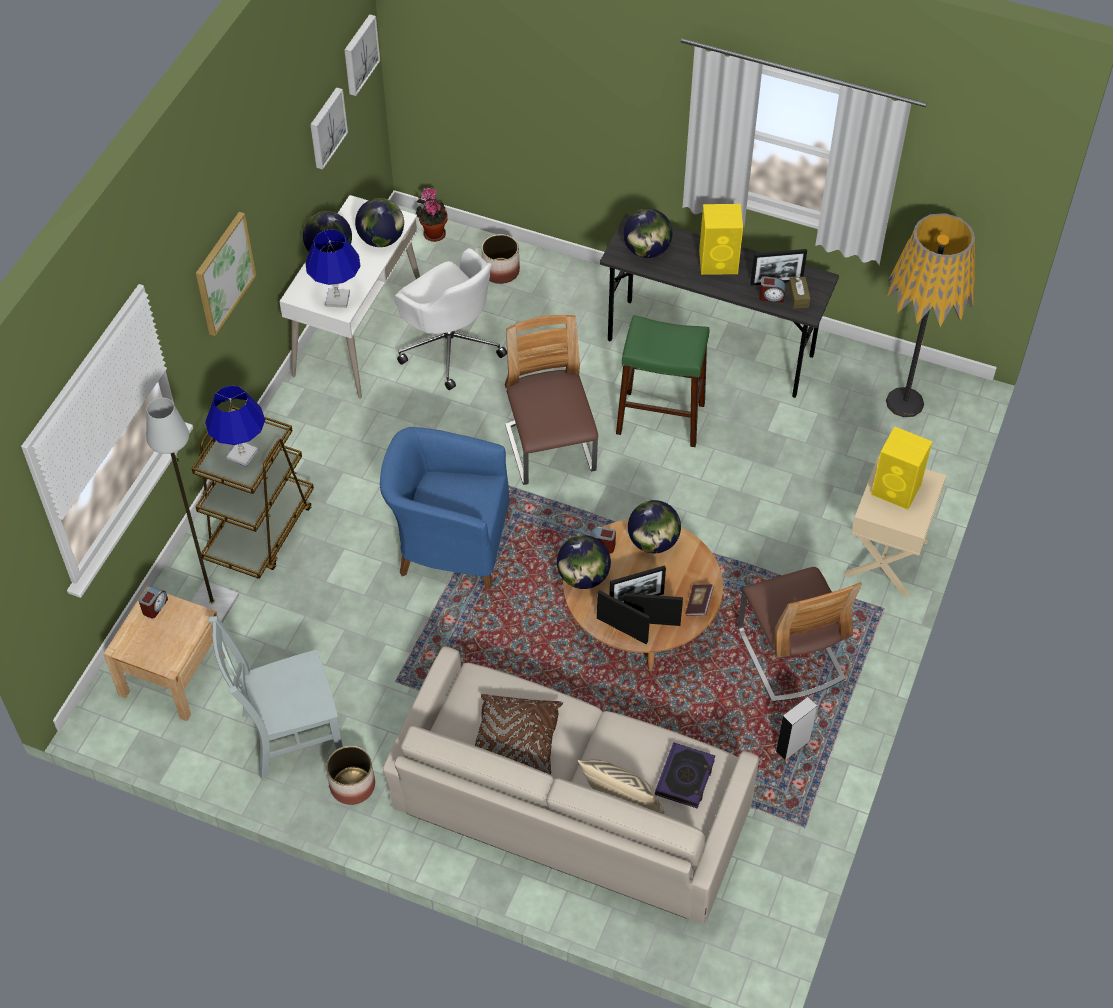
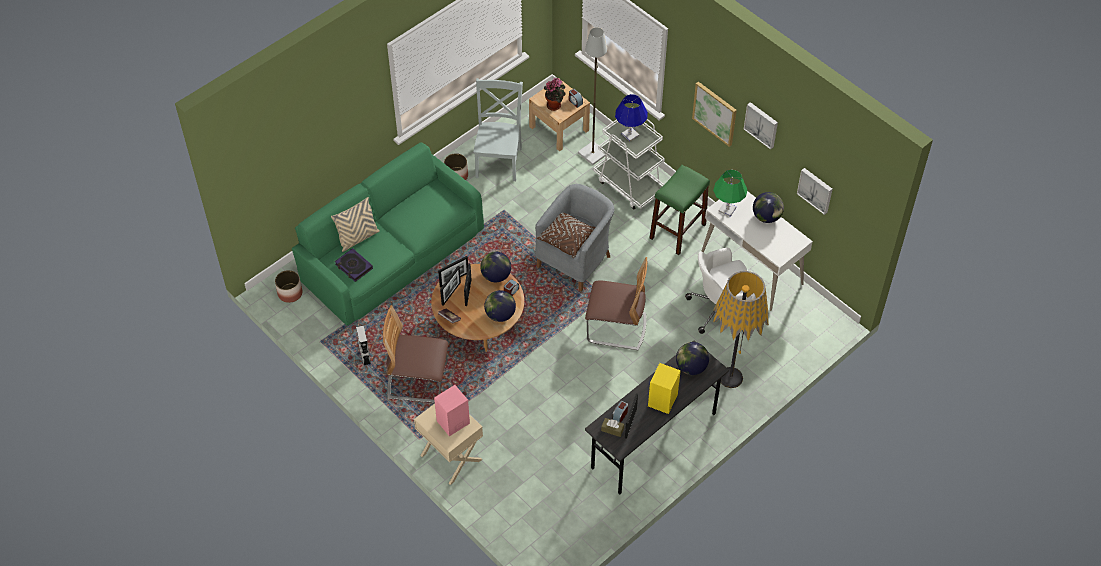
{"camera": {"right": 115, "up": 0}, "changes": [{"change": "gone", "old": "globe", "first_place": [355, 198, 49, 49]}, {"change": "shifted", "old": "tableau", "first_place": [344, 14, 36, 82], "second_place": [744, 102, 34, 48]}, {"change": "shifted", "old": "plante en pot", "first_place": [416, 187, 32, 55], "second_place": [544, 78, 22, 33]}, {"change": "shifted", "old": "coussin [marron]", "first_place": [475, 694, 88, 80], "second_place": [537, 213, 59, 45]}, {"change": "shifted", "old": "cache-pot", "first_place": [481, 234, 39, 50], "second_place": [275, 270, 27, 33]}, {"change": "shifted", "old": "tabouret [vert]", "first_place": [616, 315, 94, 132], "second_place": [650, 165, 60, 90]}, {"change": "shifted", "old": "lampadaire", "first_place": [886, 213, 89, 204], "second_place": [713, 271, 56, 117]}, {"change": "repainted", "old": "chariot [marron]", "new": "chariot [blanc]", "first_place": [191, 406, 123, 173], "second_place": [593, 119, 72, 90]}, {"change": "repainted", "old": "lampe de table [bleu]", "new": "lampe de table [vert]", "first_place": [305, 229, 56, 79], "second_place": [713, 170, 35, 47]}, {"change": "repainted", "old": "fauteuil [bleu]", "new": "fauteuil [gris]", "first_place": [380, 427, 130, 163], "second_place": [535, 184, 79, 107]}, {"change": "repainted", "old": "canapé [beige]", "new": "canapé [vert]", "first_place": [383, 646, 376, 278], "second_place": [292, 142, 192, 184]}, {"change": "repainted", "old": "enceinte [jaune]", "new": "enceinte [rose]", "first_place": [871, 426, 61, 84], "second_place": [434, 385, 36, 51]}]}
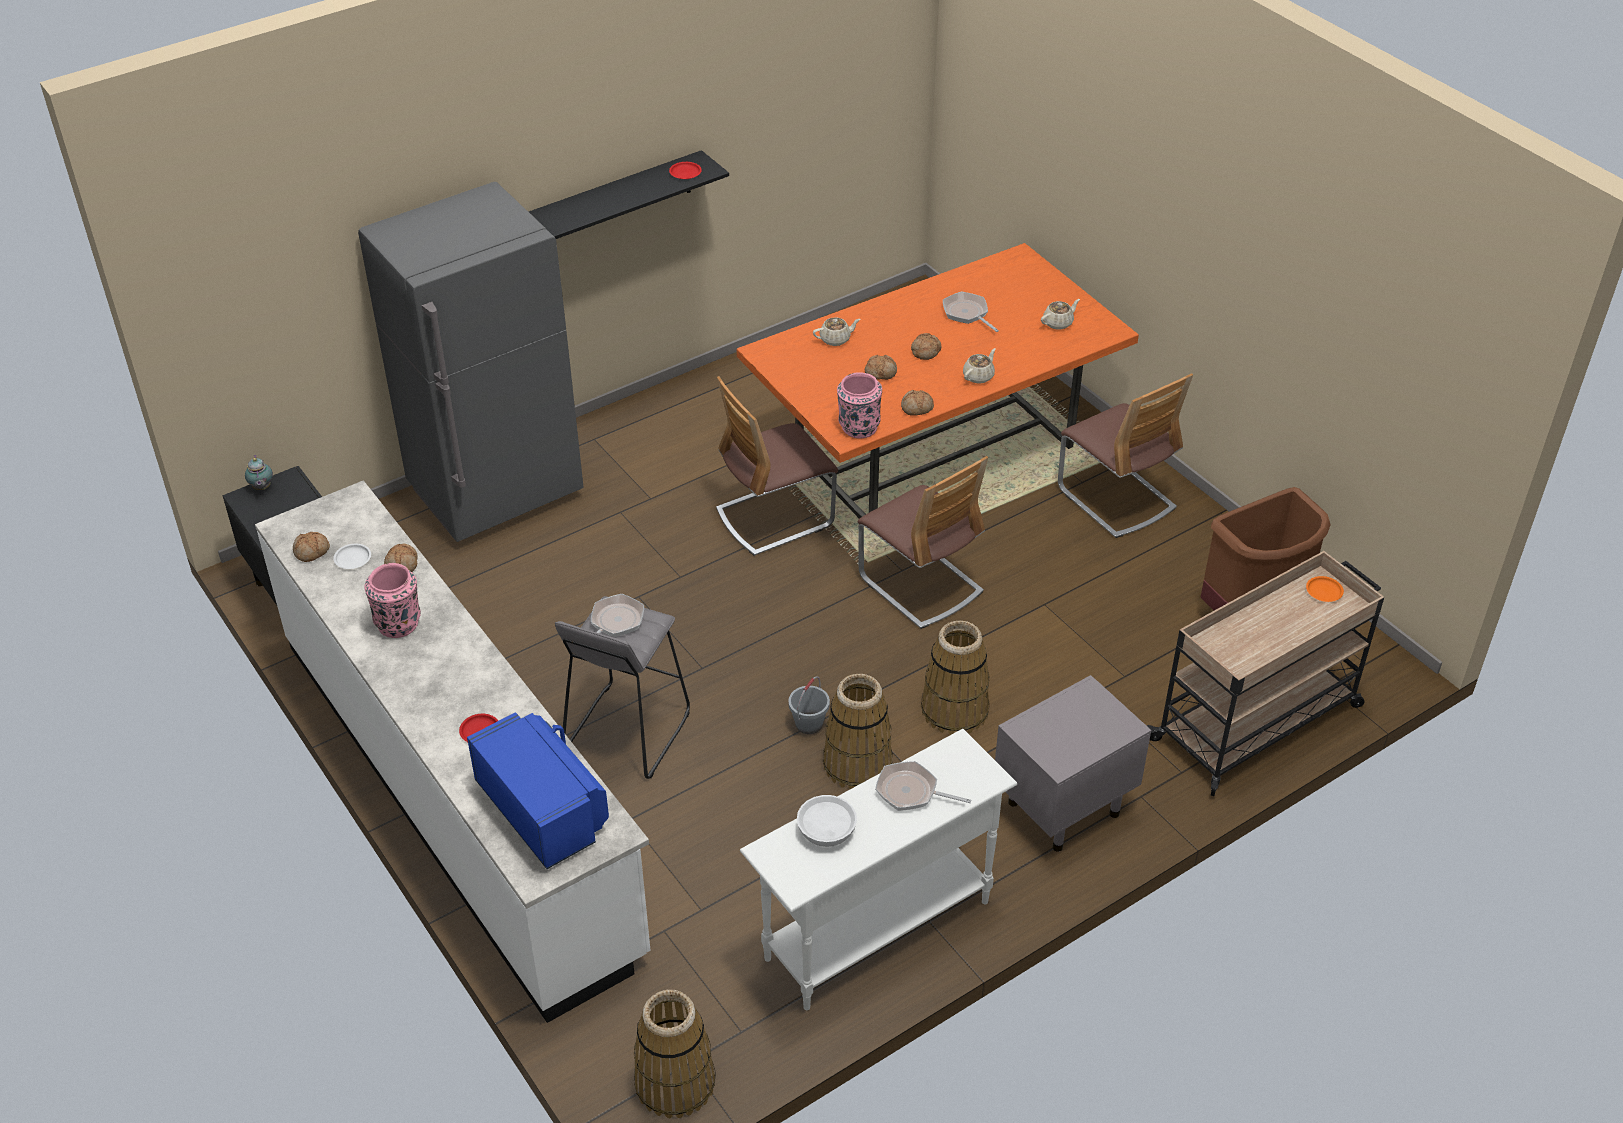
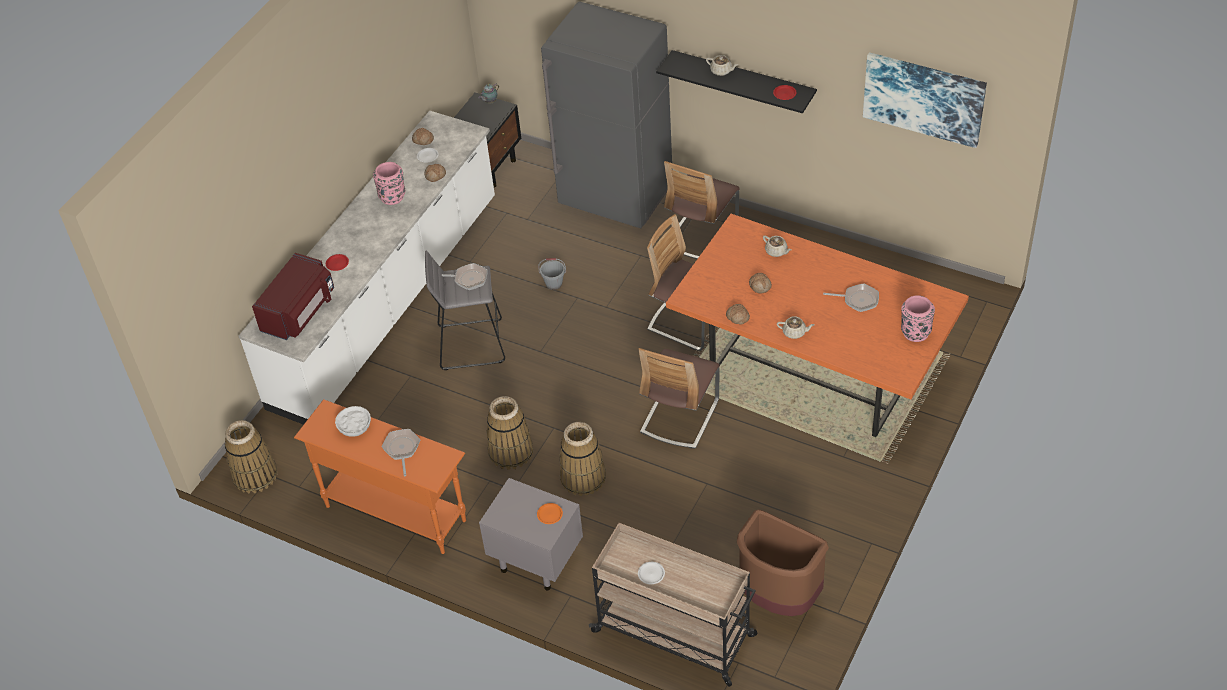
{"camera": {"right": 65, "up": 5}, "changes": [{"change": "gone", "old": "pain", "first_place": [911, 333, 30, 27]}, {"change": "new", "new": "assiette [blanc]", "second_place": [638, 562, 27, 22]}, {"change": "new", "new": "tableau", "second_place": [863, 52, 124, 96]}, {"change": "shifted", "old": "seau [gris]", "first_place": [788, 676, 42, 58], "second_place": [538, 258, 28, 32]}, {"change": "shifted", "old": "vase [rose]", "first_place": [837, 372, 45, 66], "second_place": [901, 295, 34, 47]}, {"change": "shifted", "old": "théière [beige]", "first_place": [1041, 299, 39, 31], "second_place": [706, 55, 32, 21]}, {"change": "shifted", "old": "chaise", "first_place": [1058, 373, 135, 165], "second_place": [664, 161, 76, 98]}, {"change": "shifted", "old": "assiette [orange]", "first_place": [1306, 576, 38, 26], "second_place": [537, 503, 26, 21]}, {"change": "repainted", "old": "micro-ondes [bleu]", "new": "micro-ondes [rouge]", "first_place": [467, 712, 142, 157], "second_place": [252, 253, 82, 87]}, {"change": "repainted", "old": "table console [blanc]", "new": "table console [orange]", "first_place": [740, 729, 277, 281], "second_place": [294, 399, 172, 155]}, {"change": "rotated", "old": "poêle", "first_place": [943, 291, 56, 41], "second_place": [823, 283, 56, 29], "degrees": 75}]}
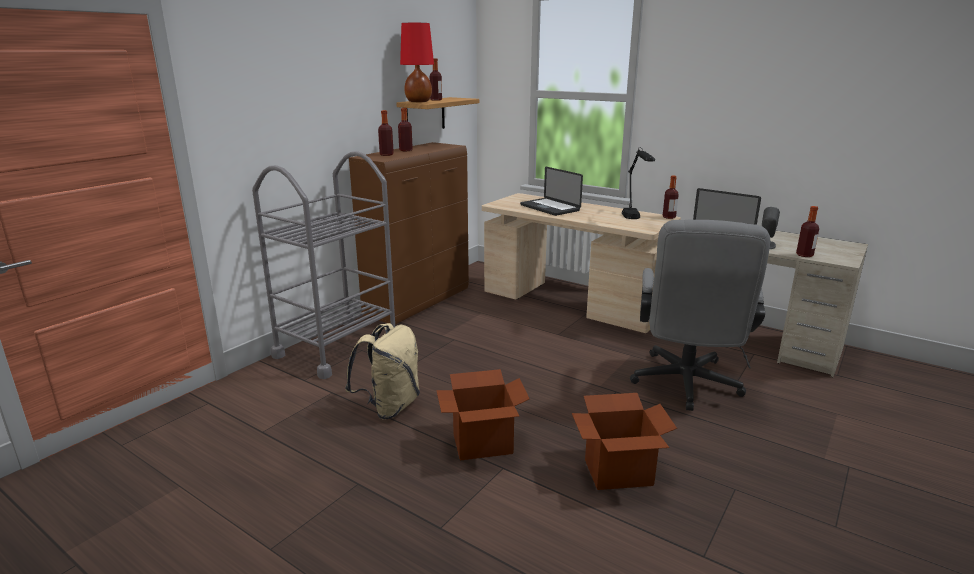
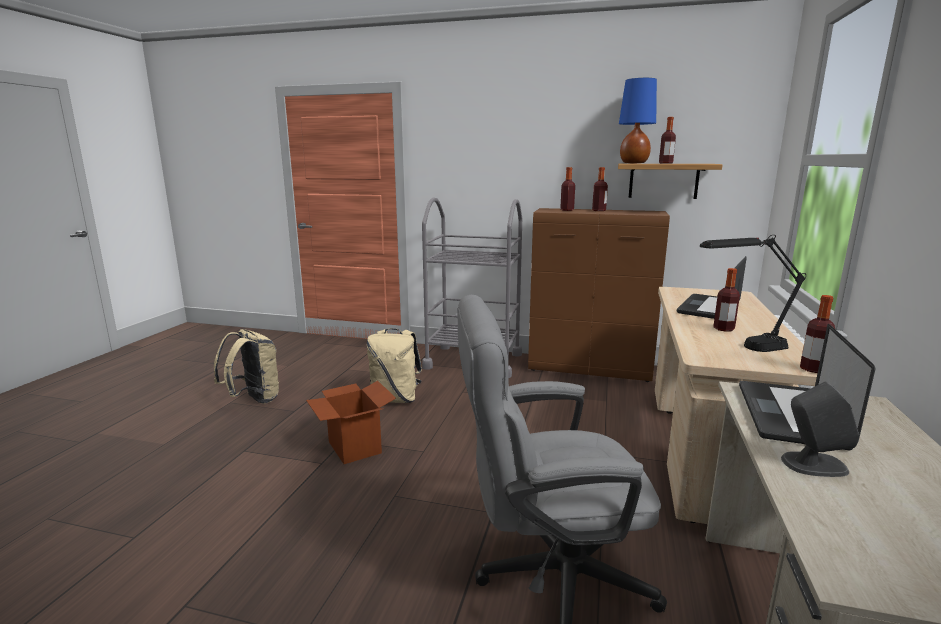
{"camera": {"right": 70, "up": -5}, "changes": [{"change": "gone", "old": "carton", "first_place": [572, 393, 105, 97]}, {"change": "new", "new": "sac à dos [beige]", "second_place": [214, 329, 65, 75]}, {"change": "shifted", "old": "bouteille", "first_place": [796, 206, 23, 51], "second_place": [713, 268, 27, 64]}, {"change": "repainted", "old": "lampe de table [rouge]", "new": "lampe de table [bleu]", "first_place": [400, 23, 34, 79], "second_place": [619, 78, 38, 86]}]}
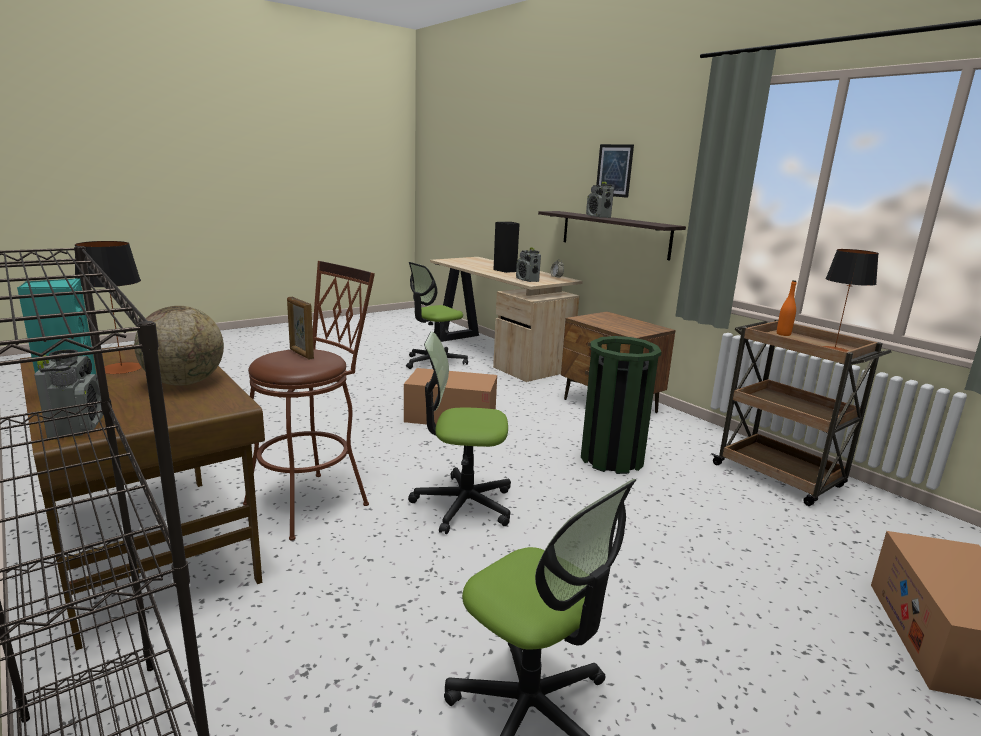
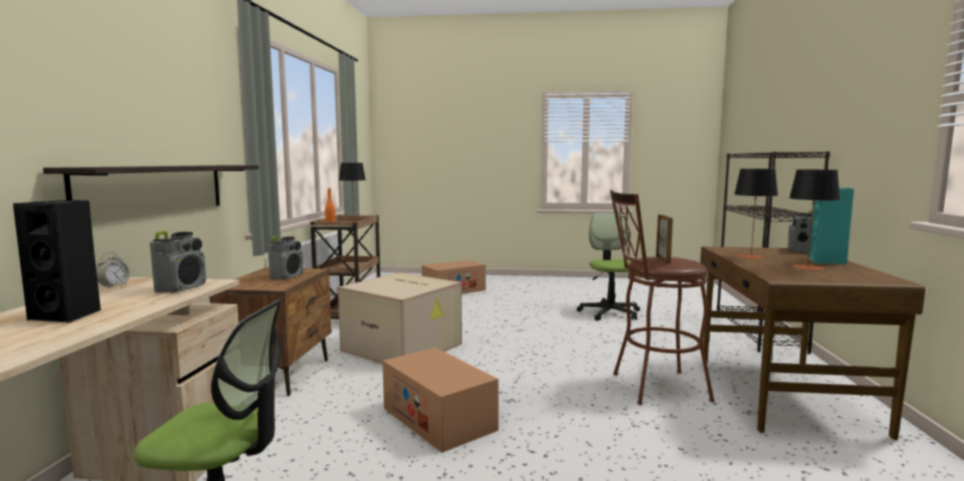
{"camera": {"right": -135, "up": -10}, "changes": [{"change": "gone", "old": "chaise de bureau", "first_place": [408, 332, 103, 202]}, {"change": "gone", "old": "tableau", "first_place": [596, 144, 38, 54]}, {"change": "shifted", "old": "radio", "first_place": [586, 182, 28, 36], "second_place": [268, 236, 35, 44]}, {"change": "swapped", "old": "globe", "new": "lampe de table", "first_place": [134, 306, 90, 80], "second_place": [734, 169, 44, 90]}, {"change": "swapped", "old": "poubelle [vert]", "new": "carton", "first_place": [581, 336, 81, 138], "second_place": [338, 272, 124, 92]}]}
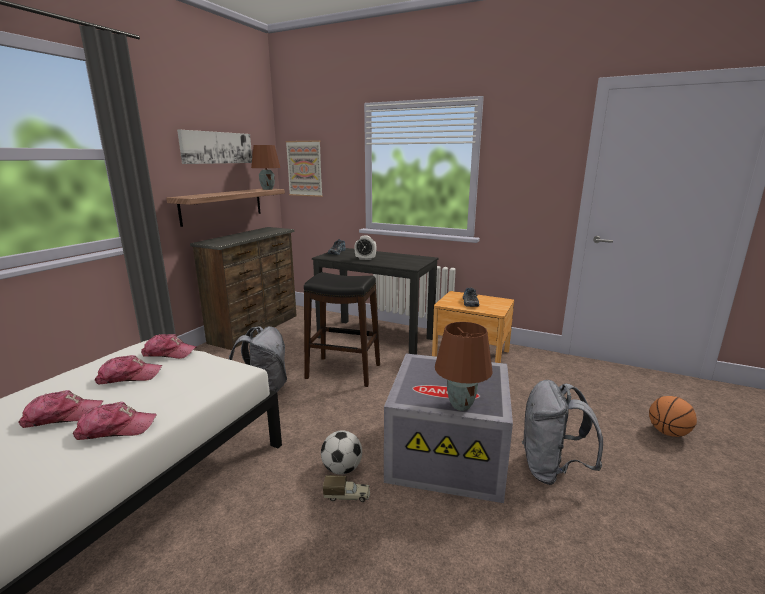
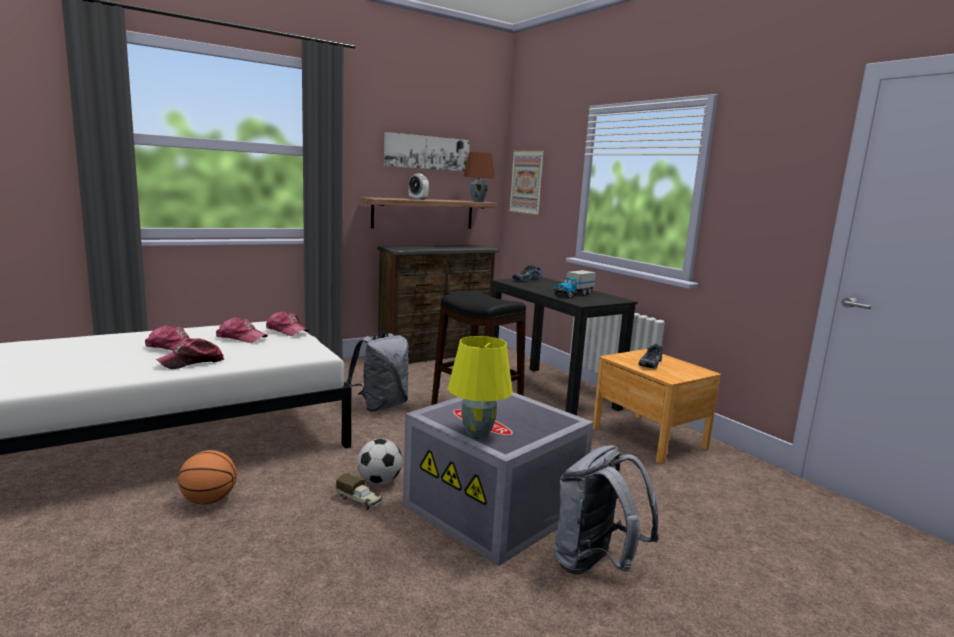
{"camera": {"right": 30, "up": -5}, "changes": [{"change": "new", "new": "camion jouet", "second_place": [554, 270, 42, 28]}, {"change": "shifted", "old": "réveil", "first_place": [354, 235, 22, 25], "second_place": [408, 174, 21, 26]}, {"change": "shifted", "old": "ballon de basket", "first_place": [649, 396, 48, 41], "second_place": [178, 450, 59, 54]}, {"change": "repainted", "old": "lampe de table [marron]", "new": "lampe de table [jaune]", "first_place": [435, 322, 58, 89], "second_place": [448, 336, 65, 103]}, {"change": "rotated", "old": "casquette", "first_place": [73, 402, 84, 38], "second_place": [156, 338, 68, 31], "degrees": 120}]}
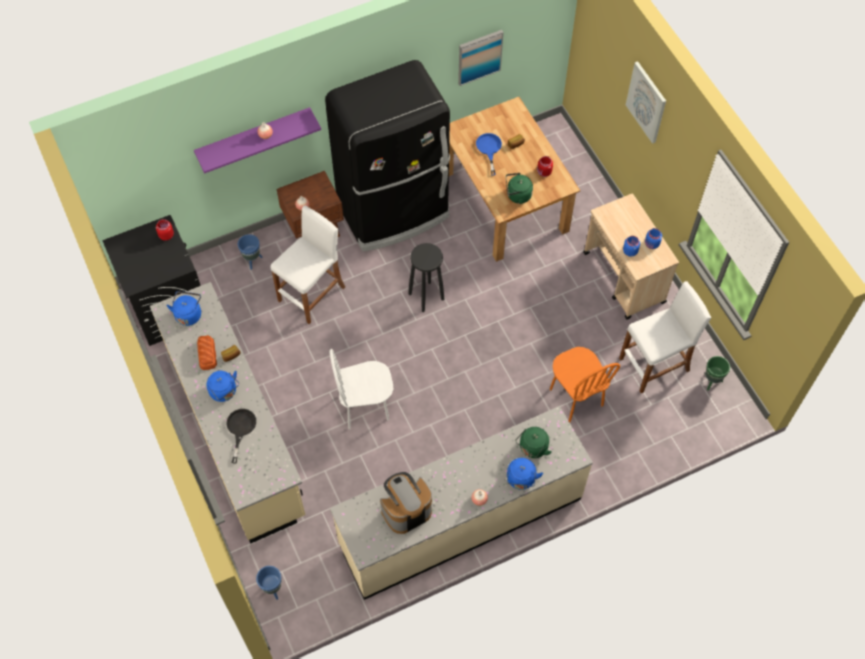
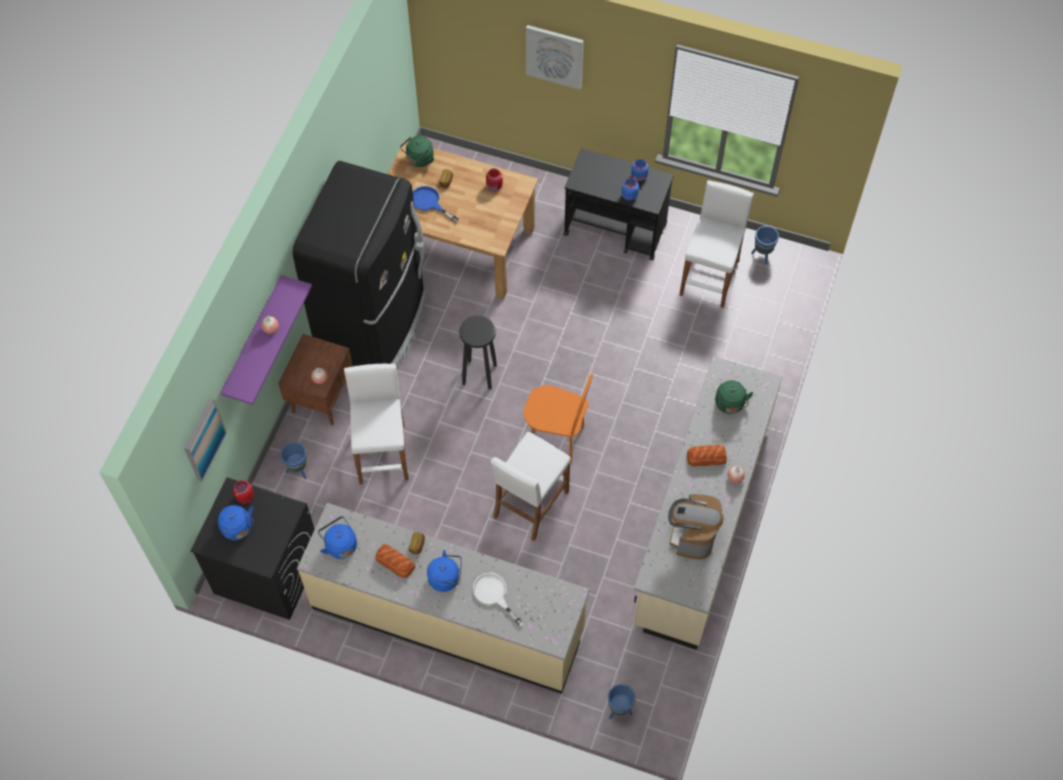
{"camera": {"right": -45, "up": 0}, "changes": [{"change": "new", "new": "pain", "second_place": [687, 445, 40, 21]}, {"change": "shifted", "old": "tableau", "first_place": [458, 30, 45, 56], "second_place": [184, 398, 43, 83]}, {"change": "shifted", "old": "bouilloire [vert]", "first_place": [506, 173, 27, 31], "second_place": [400, 136, 34, 31]}, {"change": "shifted", "old": "bouilloire [bleu]", "first_place": [507, 458, 36, 32], "second_place": [218, 505, 36, 35]}, {"change": "shifted", "old": "chaise [orange]", "first_place": [550, 347, 70, 75], "second_place": [523, 374, 70, 89]}, {"change": "swapped", "old": "chaise [blanc]", "new": "tabouret [blanc]", "first_place": [330, 349, 63, 81], "second_place": [491, 432, 80, 109]}, {"change": "repainted", "old": "poêle [noir]", "new": "poêle [blanc]", "first_place": [227, 409, 29, 54], "second_place": [473, 573, 50, 53]}, {"change": "repainted", "old": "chariot [beige]", "new": "chariot [noir]", "first_place": [583, 194, 96, 126], "second_place": [564, 148, 110, 112]}, {"change": "repainted", "old": "cache-pot [vert]", "new": "cache-pot [bleu]", "first_place": [705, 356, 25, 34], "second_place": [751, 226, 28, 38]}]}
